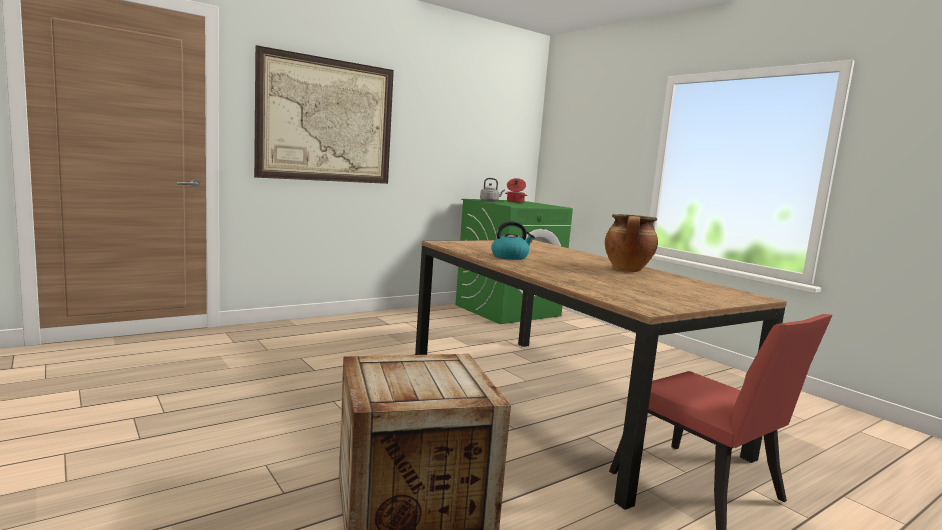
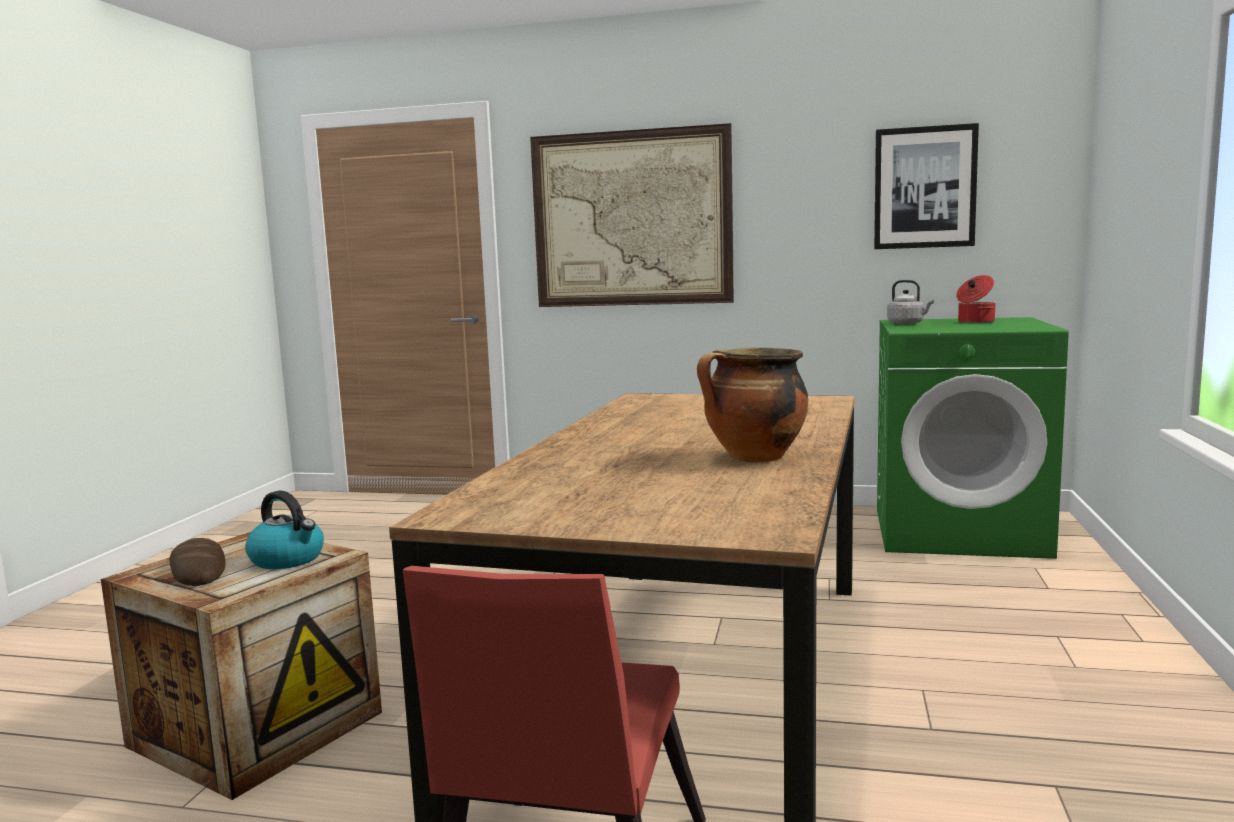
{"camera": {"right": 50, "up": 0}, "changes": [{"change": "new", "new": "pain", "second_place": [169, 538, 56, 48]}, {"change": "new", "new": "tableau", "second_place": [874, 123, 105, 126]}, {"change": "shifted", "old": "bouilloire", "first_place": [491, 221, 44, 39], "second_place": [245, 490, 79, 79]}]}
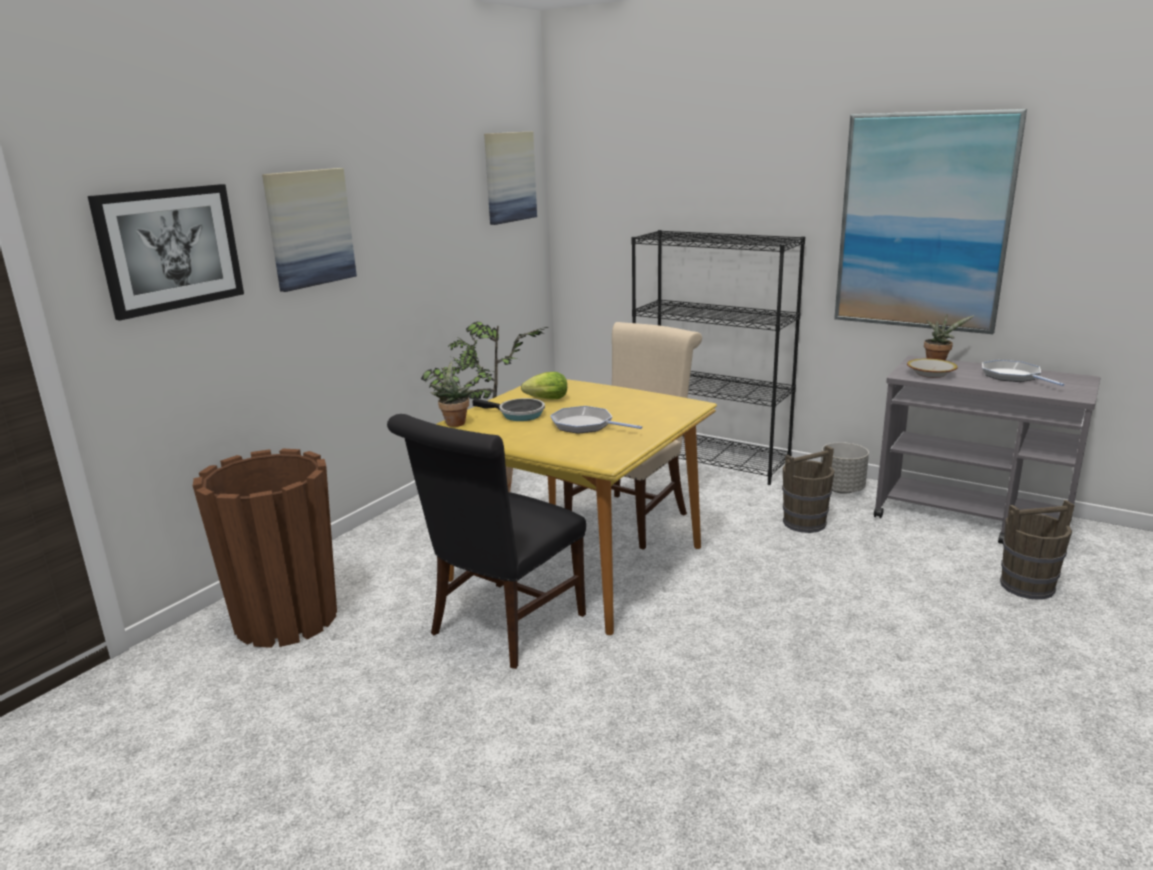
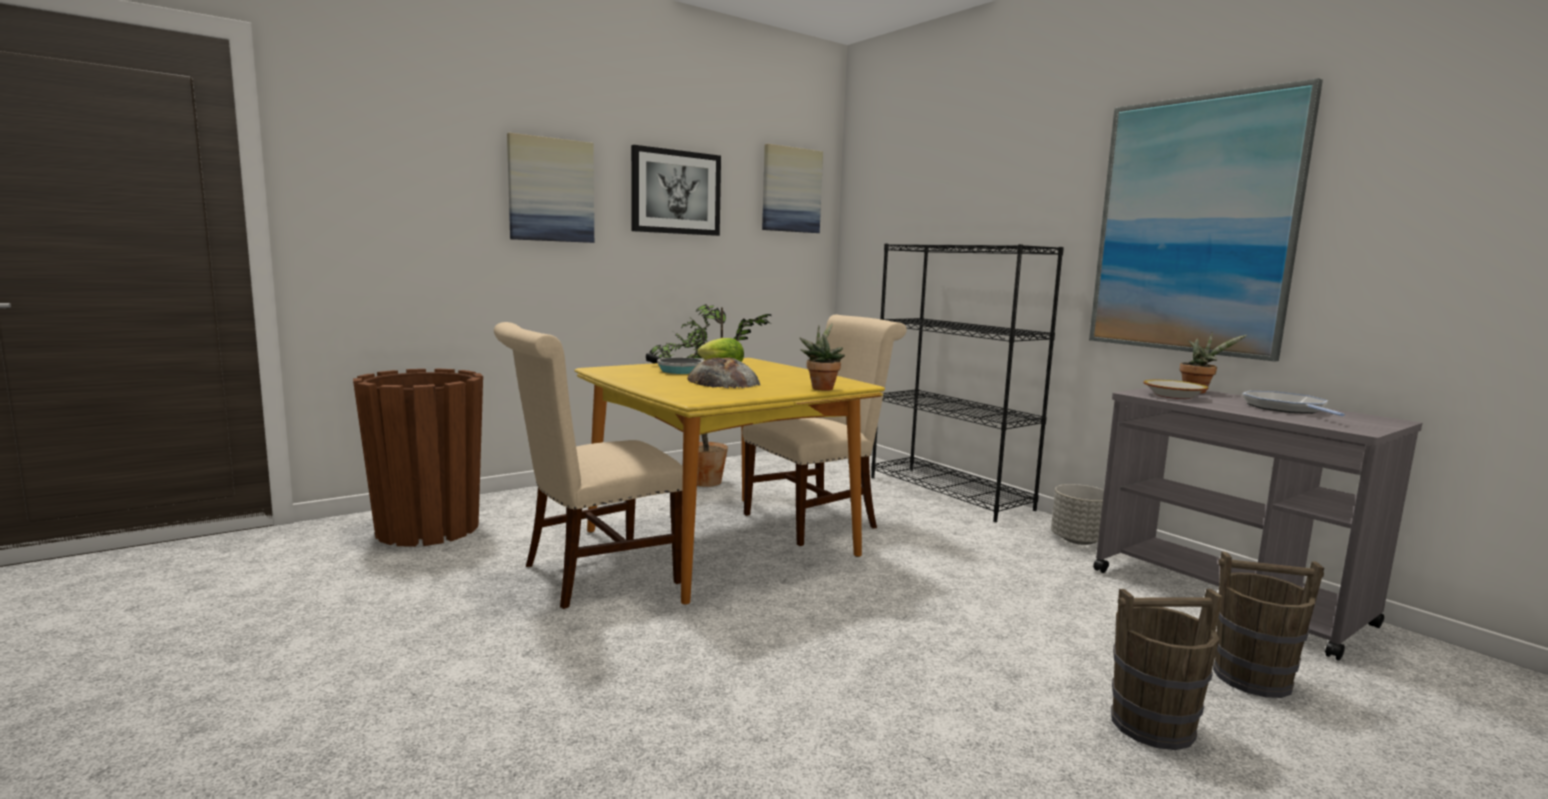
{"camera": {"right": 20, "up": -10}, "changes": [{"change": "shifted", "old": "tableau", "first_place": [88, 184, 156, 136], "second_place": [631, 145, 90, 91]}, {"change": "shifted", "old": "plante en pot", "first_place": [430, 360, 41, 67], "second_place": [800, 323, 45, 68]}, {"change": "shifted", "old": "seau [marron]", "first_place": [782, 446, 53, 87], "second_place": [1111, 589, 112, 161]}, {"change": "swapped", "old": "poêle", "new": "pain", "first_place": [550, 406, 92, 28], "second_place": [687, 357, 73, 31]}, {"change": "repainted", "old": "chaise [noir]", "new": "chaise [beige]", "first_place": [387, 414, 199, 255], "second_place": [494, 322, 189, 287]}]}
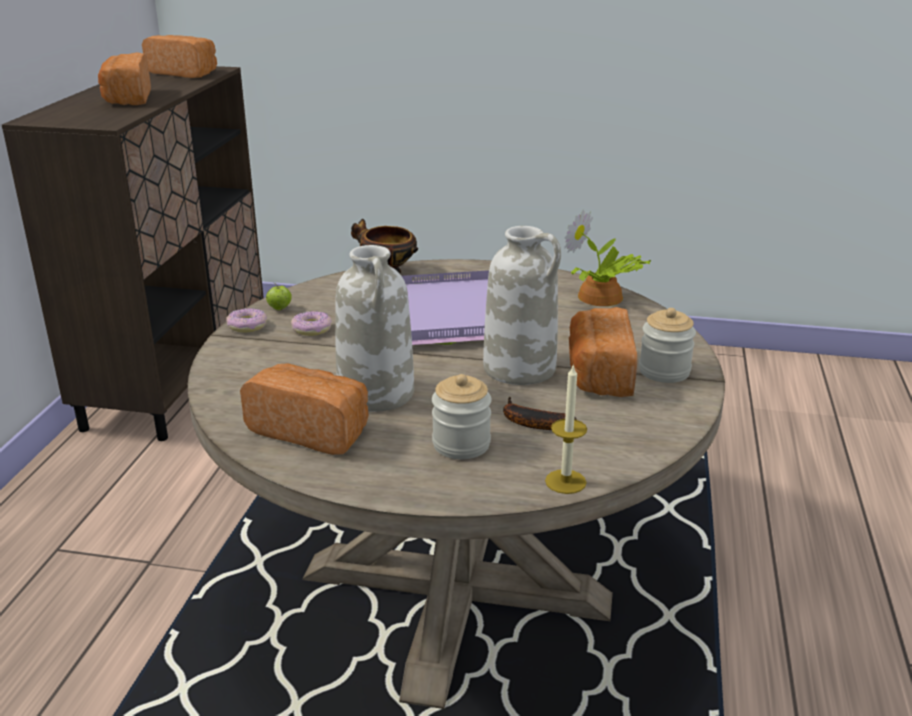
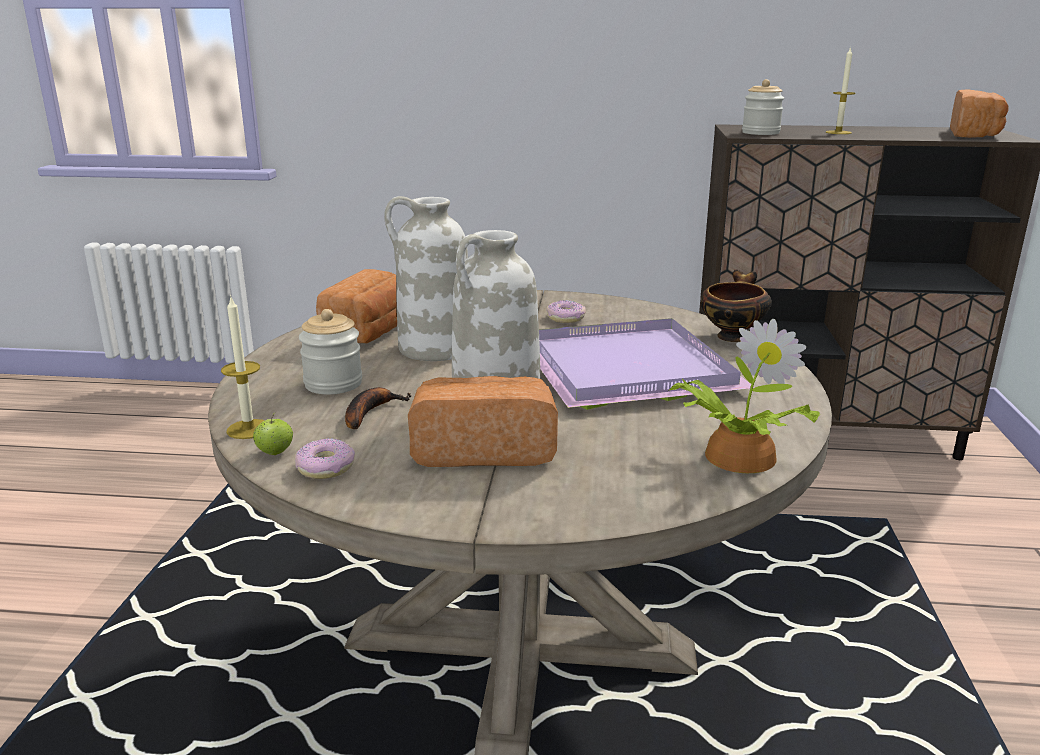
{"camera": {"right": 85, "up": -5}, "changes": [{"change": "shifted", "old": "beignet", "first_place": [226, 308, 41, 25], "second_place": [295, 438, 60, 41]}, {"change": "shifted", "old": "pomme", "first_place": [266, 284, 26, 26], "second_place": [253, 412, 40, 43]}, {"change": "shifted", "old": "bocal", "first_place": [639, 308, 57, 75], "second_place": [742, 79, 42, 56]}, {"change": "swapped", "old": "pain", "new": "bougie", "first_place": [98, 52, 53, 53], "second_place": [826, 47, 29, 87]}]}
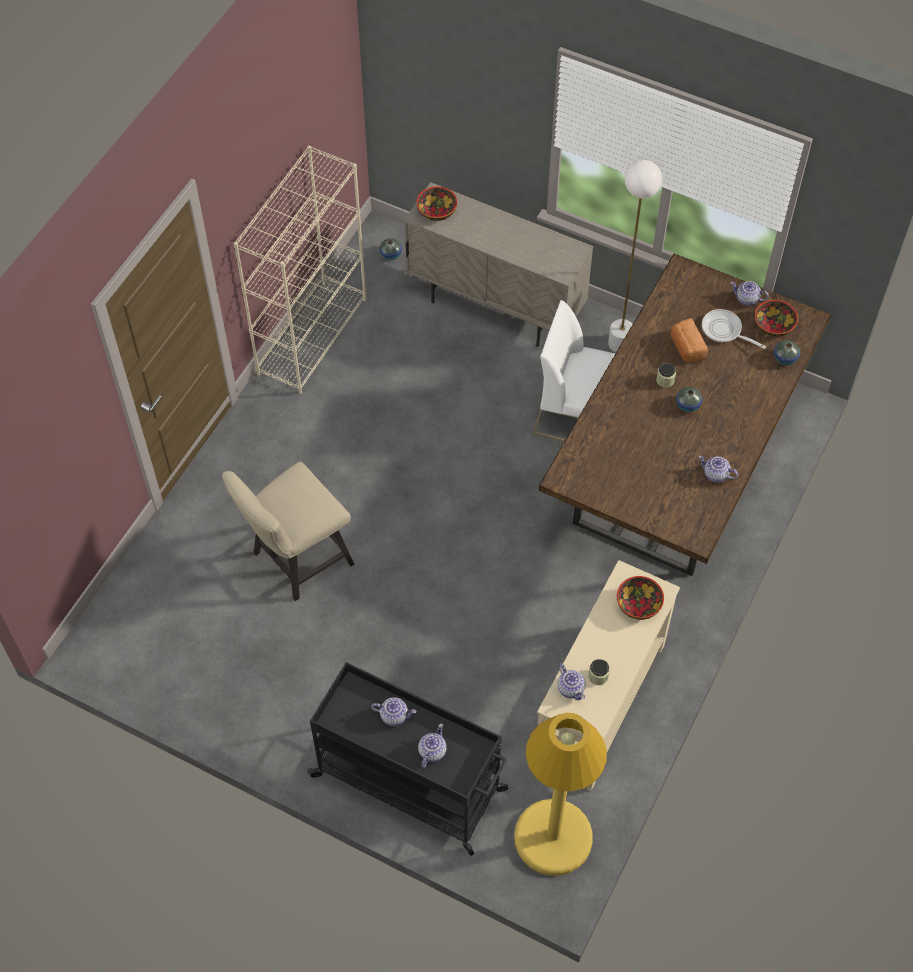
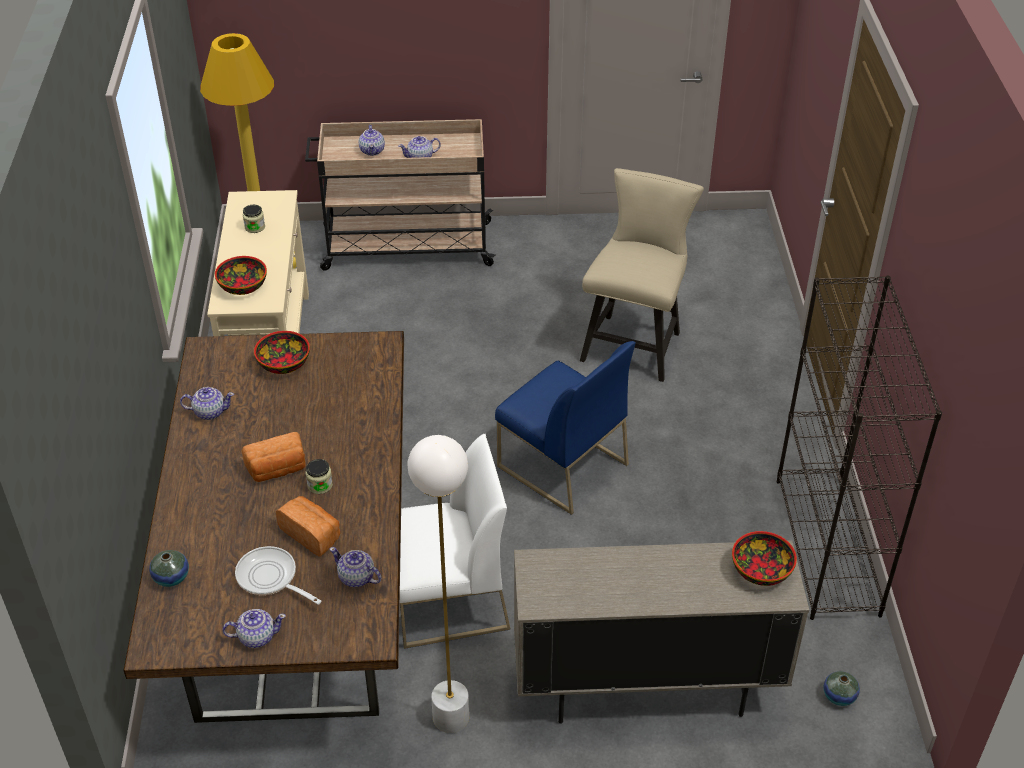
{"camera": {"right": 150, "up": -15}, "changes": [{"change": "new", "new": "chaise [bleu]", "second_place": [495, 341, 141, 174]}, {"change": "shifted", "old": "théière", "first_place": [557, 663, 28, 37], "second_place": [329, 547, 53, 40]}, {"change": "shifted", "old": "bol", "first_place": [755, 300, 43, 37], "second_place": [254, 331, 56, 43]}, {"change": "swapped", "old": "vase", "new": "pain", "first_place": [676, 387, 27, 25], "second_place": [242, 432, 64, 50]}, {"change": "repainted", "old": "bibliothèque [beige]", "new": "bibliothèque [noir]", "first_place": [234, 146, 132, 248], "second_place": [777, 276, 165, 344]}, {"change": "repainted", "old": "chariot [noir]", "new": "chariot [beige]", "first_place": [307, 662, 201, 194], "second_place": [305, 119, 190, 152]}, {"change": "rotated", "old": "poêle", "first_place": [702, 309, 64, 40], "second_place": [235, 546, 87, 59], "degrees": -150}]}
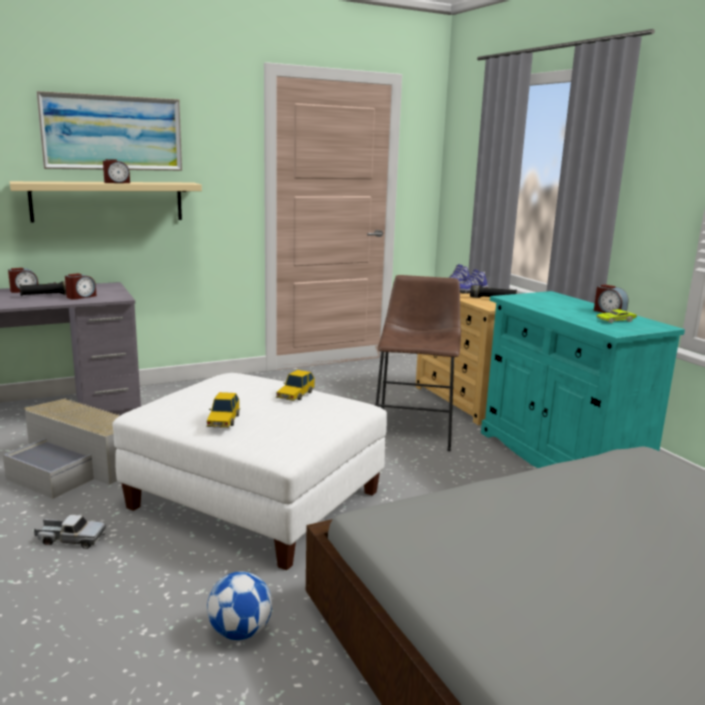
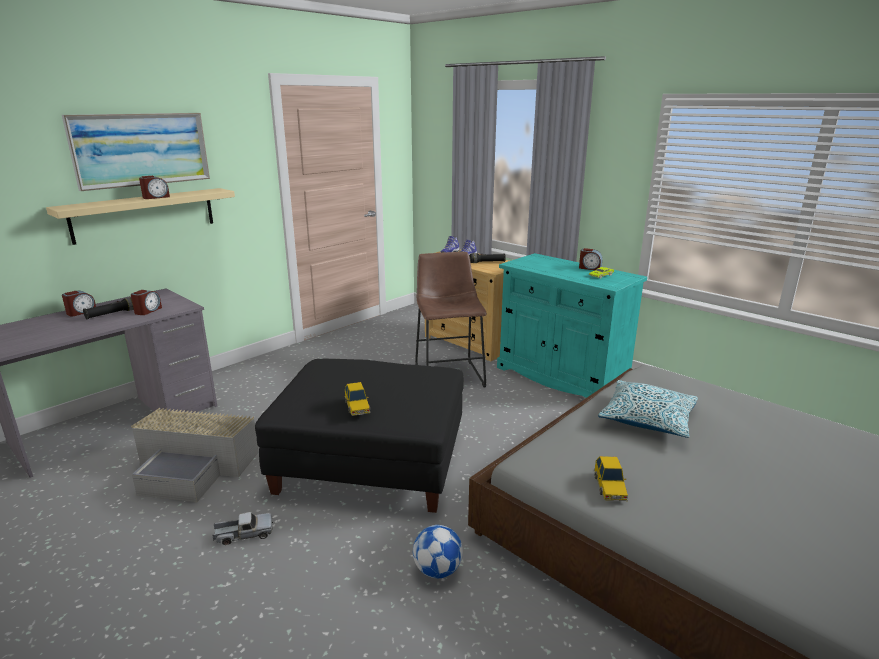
{"camera": {"right": -20, "up": 5}, "changes": [{"change": "new", "new": "coussin", "second_place": [598, 380, 100, 58]}, {"change": "shifted", "old": "petite voiture", "first_place": [276, 370, 39, 31], "second_place": [594, 456, 34, 45]}, {"change": "repainted", "old": "pouf [blanc]", "new": "pouf [noir]", "first_place": [112, 373, 275, 198], "second_place": [255, 359, 209, 154]}]}
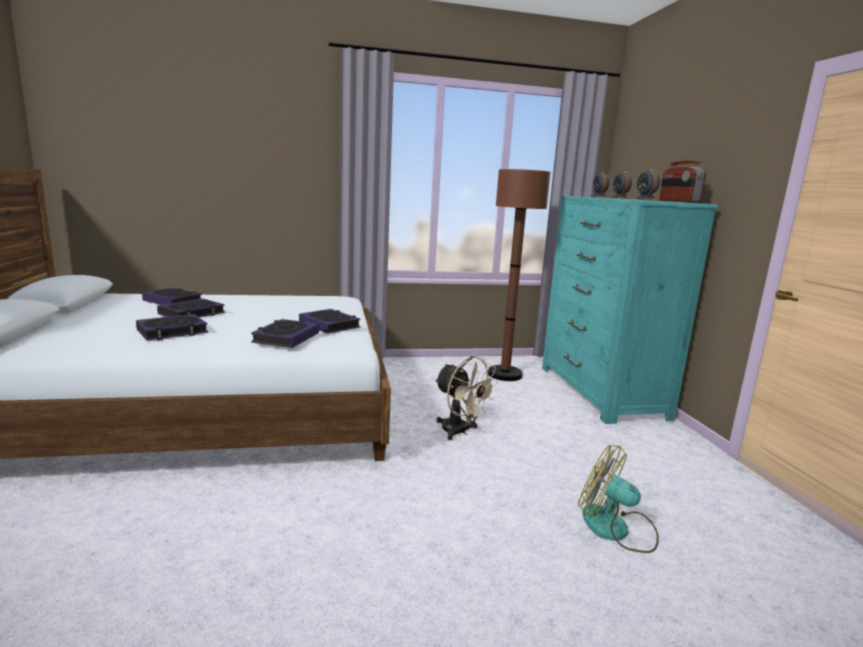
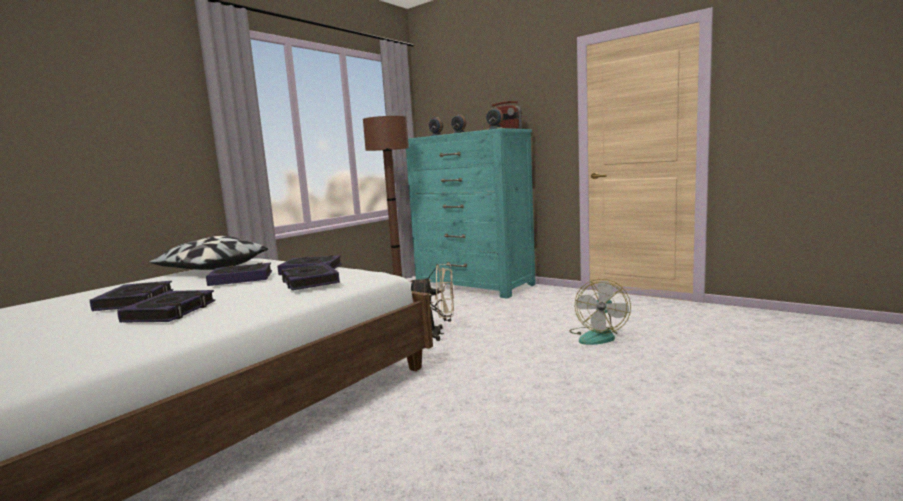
{"camera": {"right": -40, "up": -5}, "changes": [{"change": "new", "new": "coussin", "second_place": [149, 236, 119, 34]}, {"change": "shifted", "old": "livre", "first_place": [142, 288, 60, 17], "second_place": [206, 263, 66, 23]}, {"change": "rotated", "old": "ventilateur", "first_place": [578, 445, 81, 108], "second_place": [570, 279, 61, 66], "degrees": -60}]}
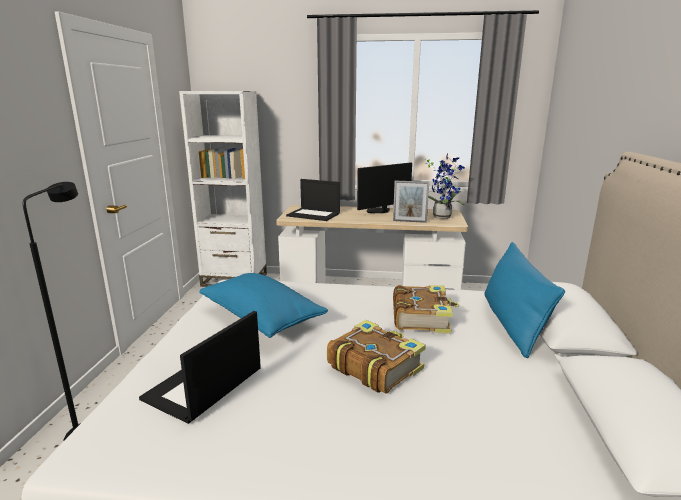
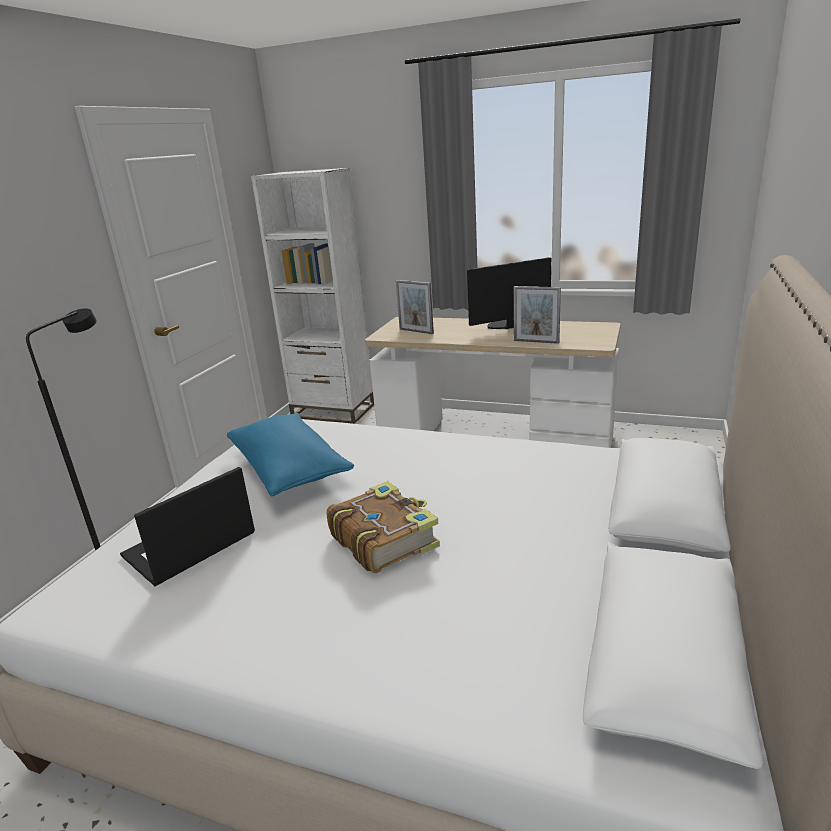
{"camera": {"right": 15, "up": 5}, "changes": [{"change": "gone", "old": "livre", "first_place": [393, 285, 67, 49]}, {"change": "gone", "old": "plante en pot", "first_place": [424, 154, 41, 65]}, {"change": "gone", "old": "coussin [bleu]", "first_place": [484, 242, 81, 116]}, {"change": "swapped", "old": "ordinateur portable", "new": "cadre photo", "first_place": [286, 179, 54, 42], "second_place": [396, 280, 38, 54]}]}
